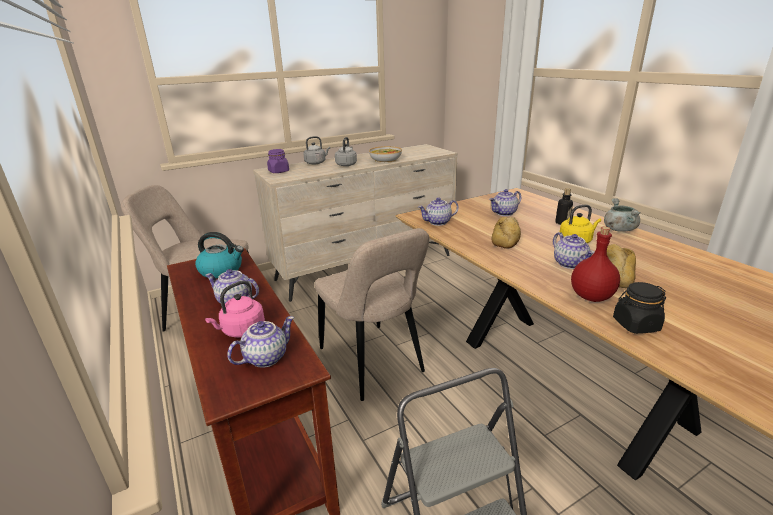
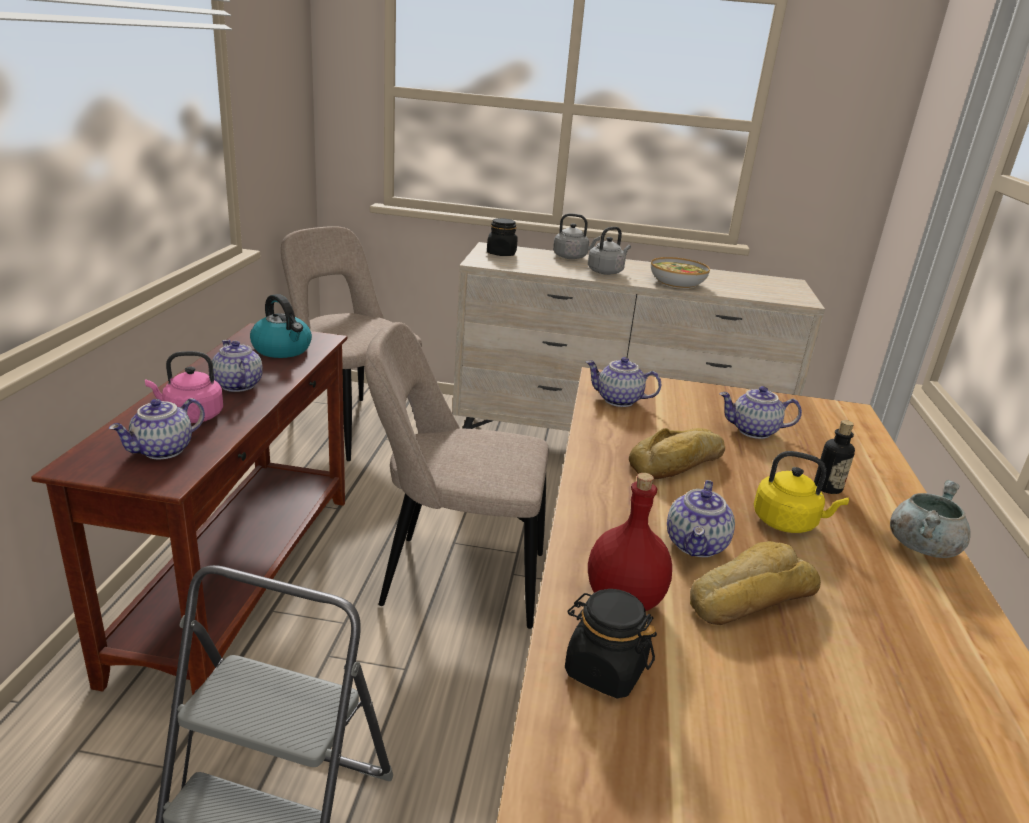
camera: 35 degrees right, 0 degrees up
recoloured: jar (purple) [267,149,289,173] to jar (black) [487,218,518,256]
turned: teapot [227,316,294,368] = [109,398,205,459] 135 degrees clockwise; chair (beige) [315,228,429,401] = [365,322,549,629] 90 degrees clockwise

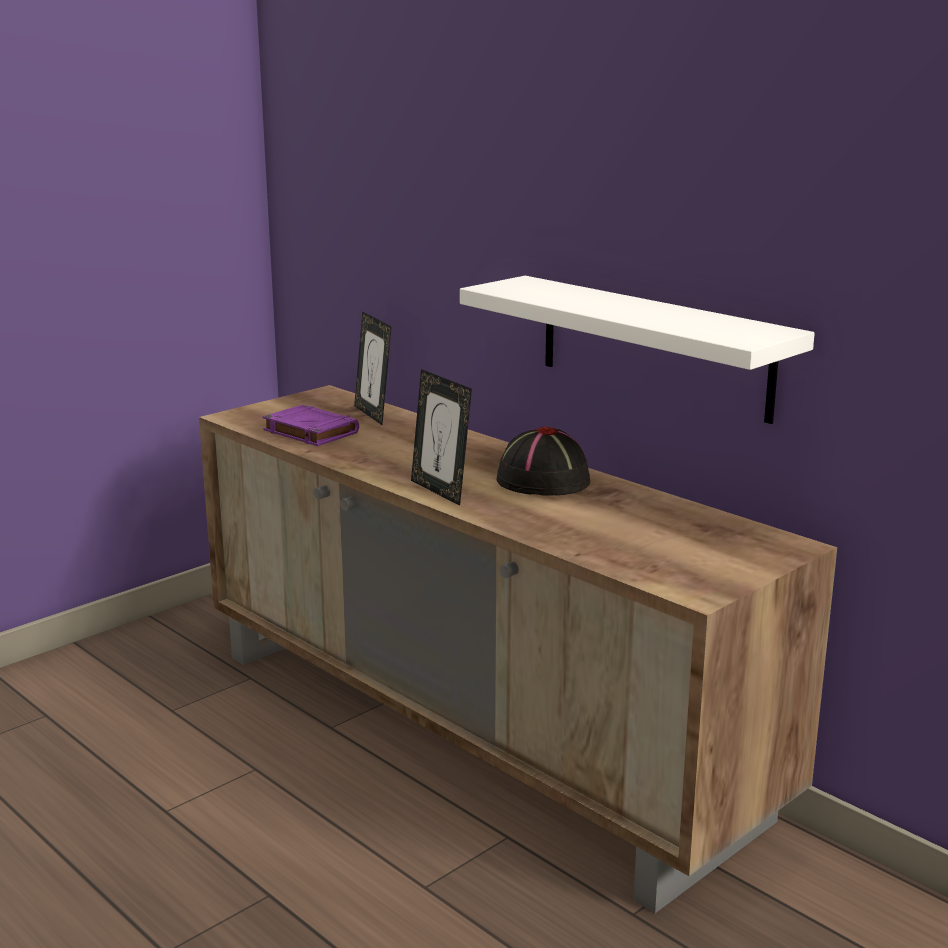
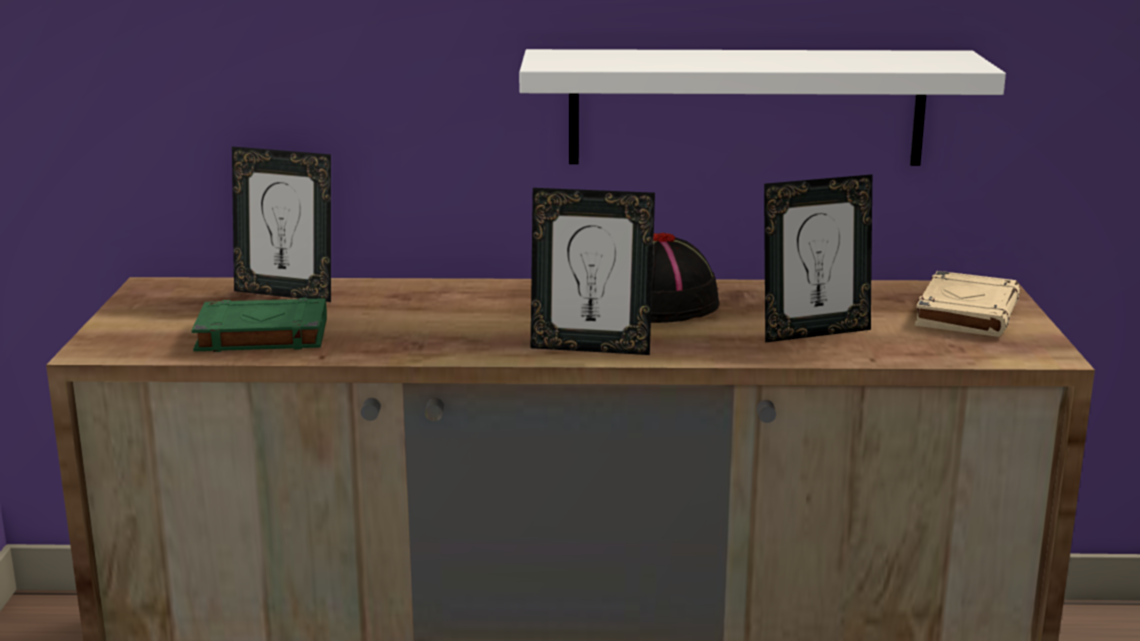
camera: 45 degrees left, 0 degrees up
added: picture frame [764,174,872,343]; book (beige) [915,271,1020,337]
recoloured: book (purple) [263,404,359,446] to book (green) [192,298,327,352]

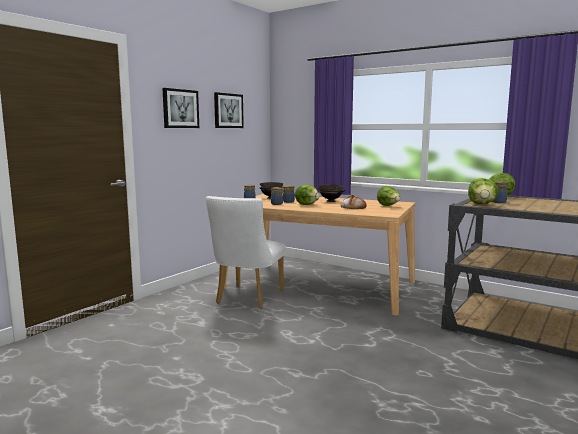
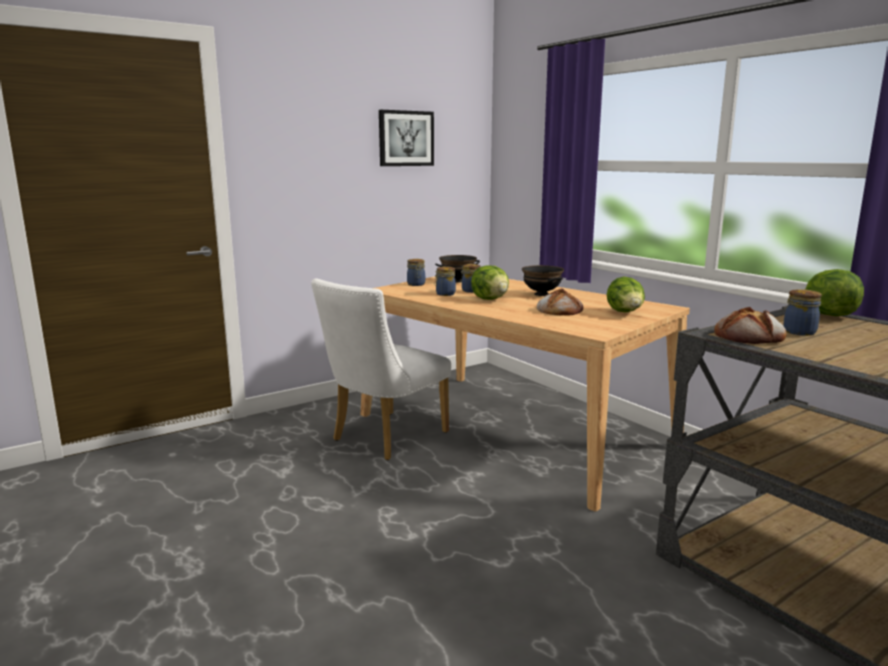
camera: 20 degrees right, 5 degrees up
removed: picture [162,88,199,128]
replaced: lettuce [468,178,498,204] to bread [714,307,787,344]

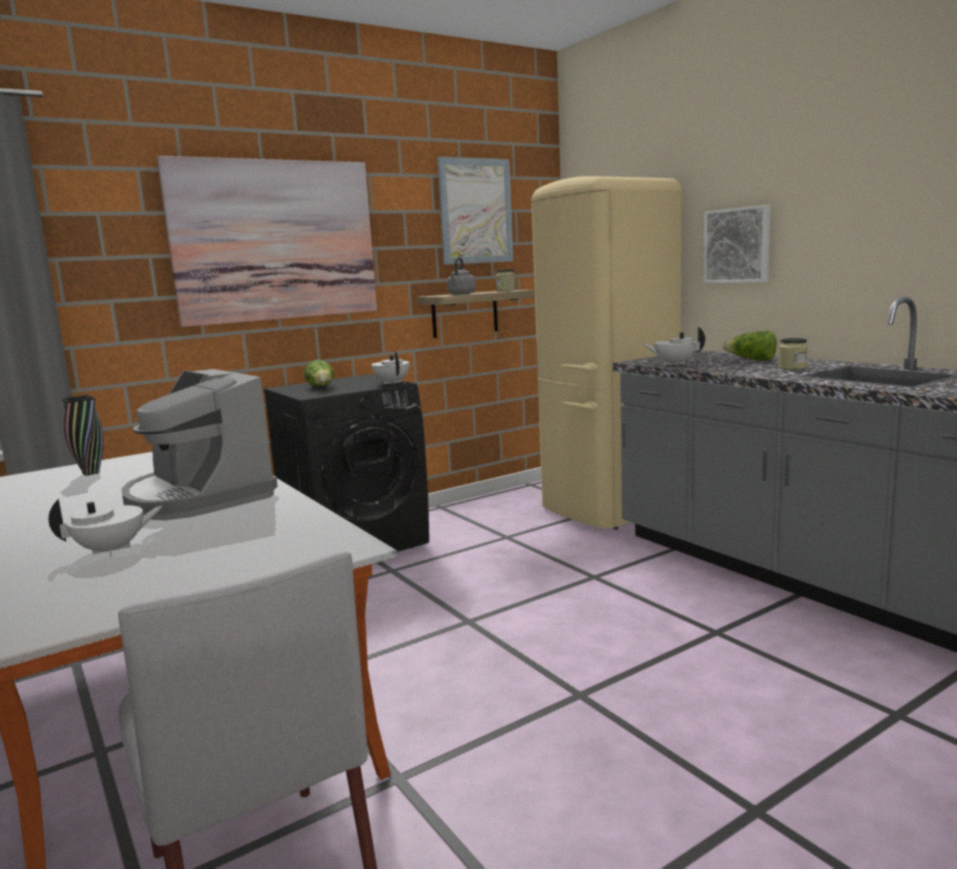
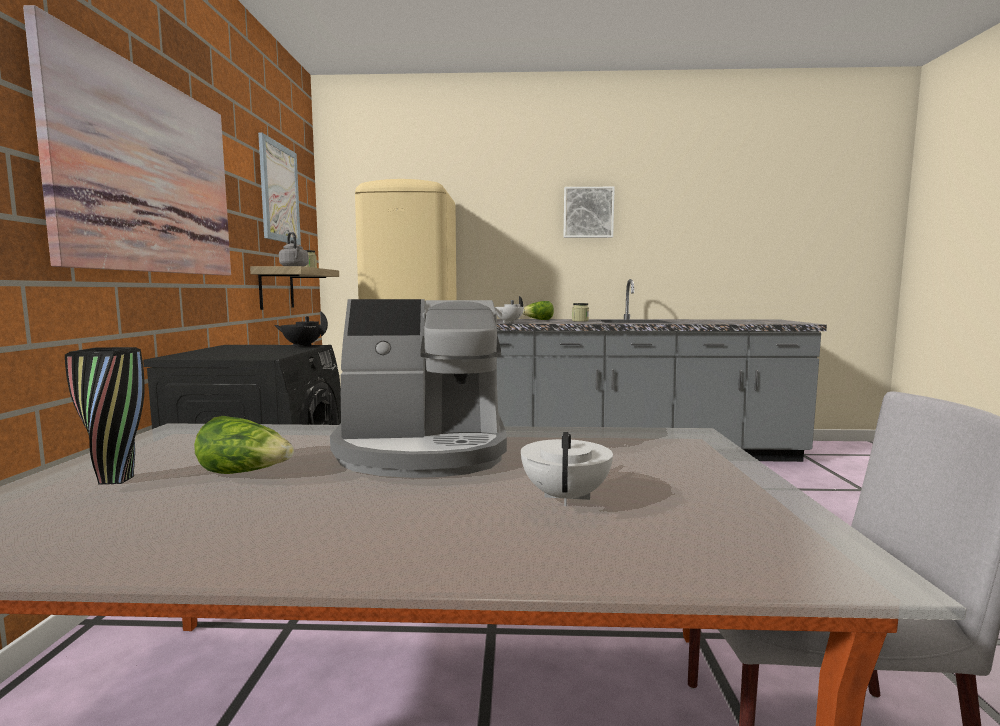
camera: 55 degrees left, 5 degrees down
moved: lettuce [304,360,334,387] to [194,416,294,474]; picture [703,205,771,283] to [563,187,615,238]
recoloured: teapot (white) [371,351,410,384] to teapot (black) [274,311,328,347]

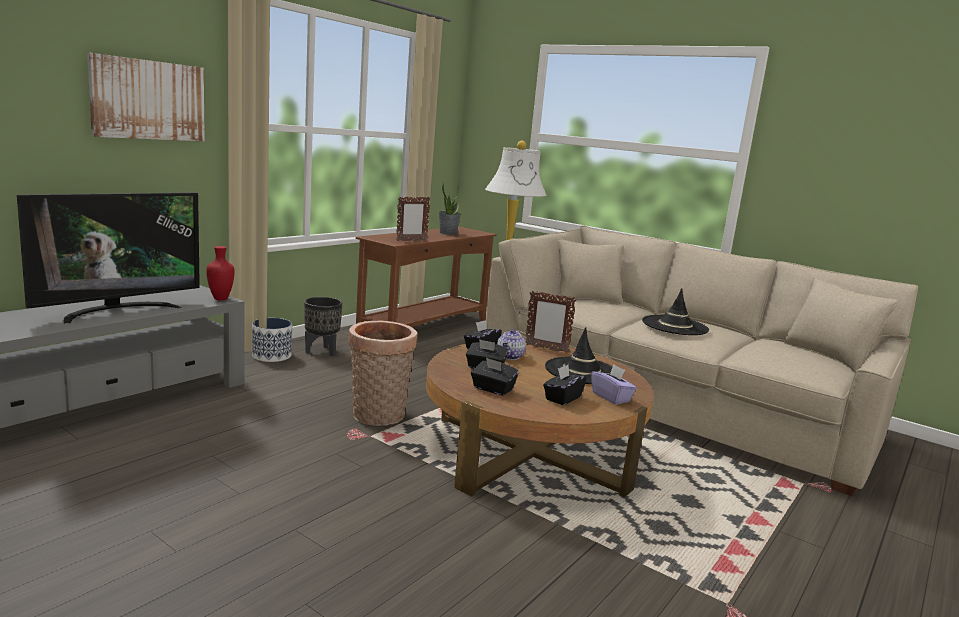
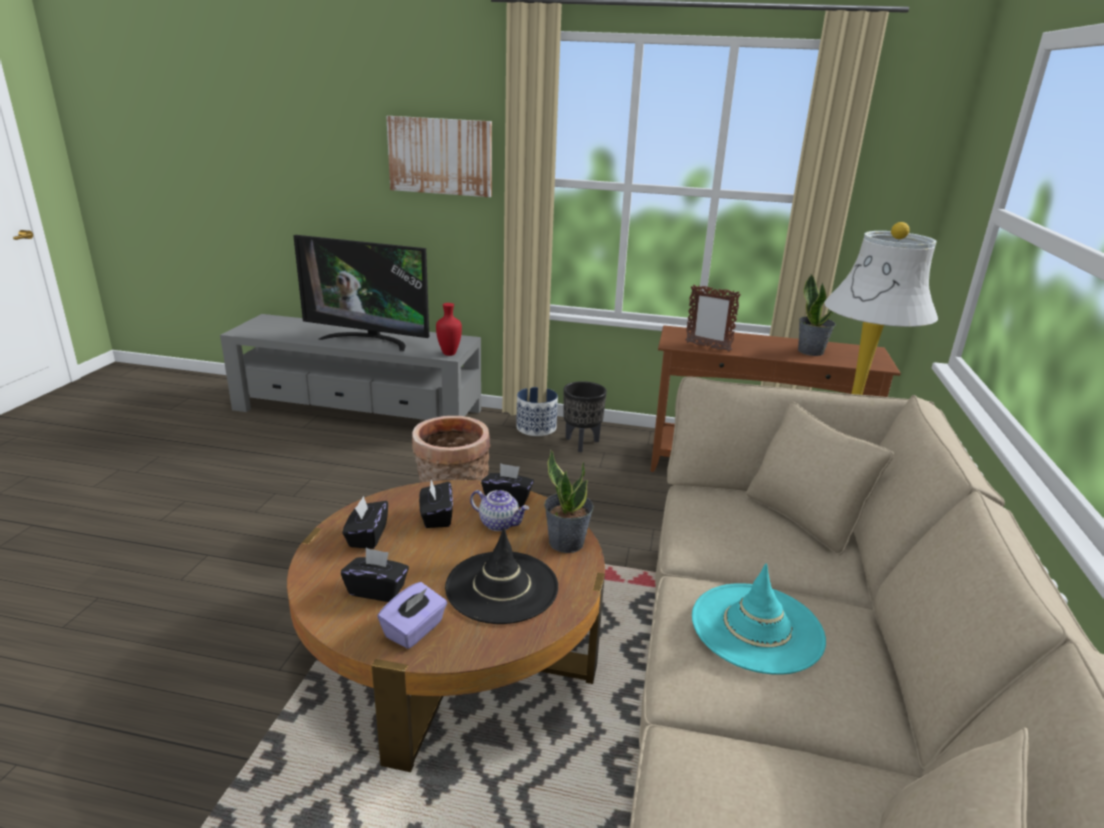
camera: 65 degrees right, 10 degrees up
replaced: picture frame [526,291,576,353] to potted plant [544,449,594,553]
recoloured: hat (black) [642,288,709,335] to hat (turquoise) [692,563,826,675]
turned: teapot [497,329,526,360] = [470,490,529,531] 150 degrees counterclockwise

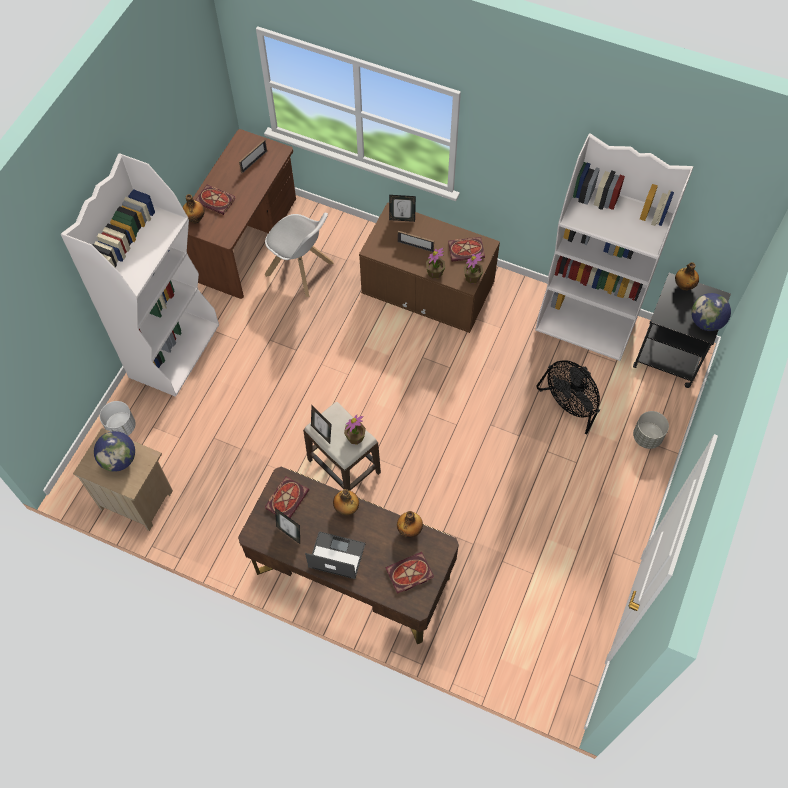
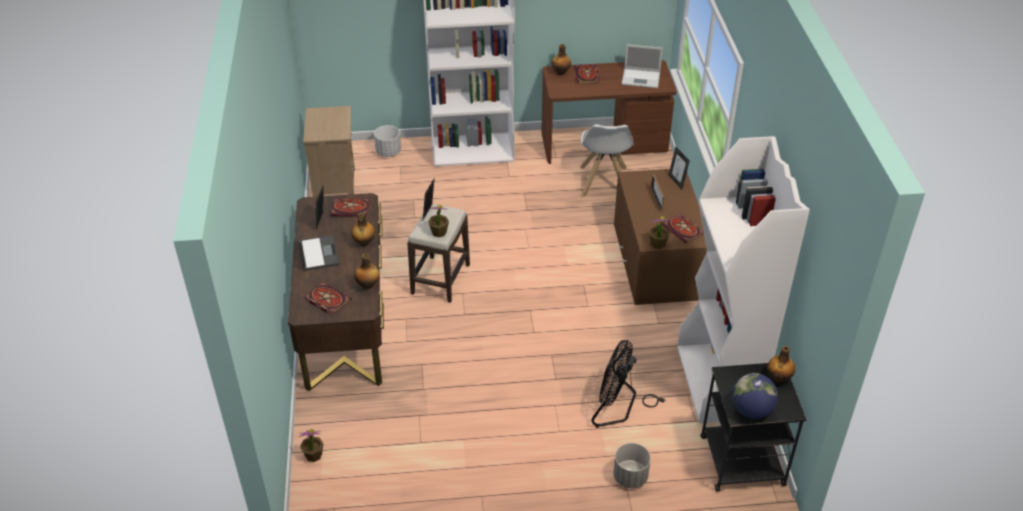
camera: 60 degrees right, 20 degrees down
removed: globe [94,431,135,472]
moved: potted plant [426,248,445,279] to [299,429,323,462]
replaced: picture frame [239,139,267,173] to laptop [621,44,663,88]

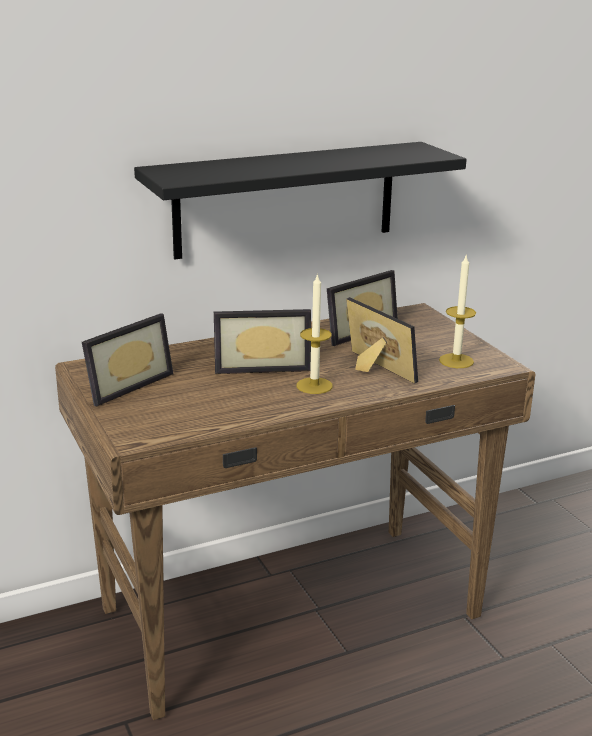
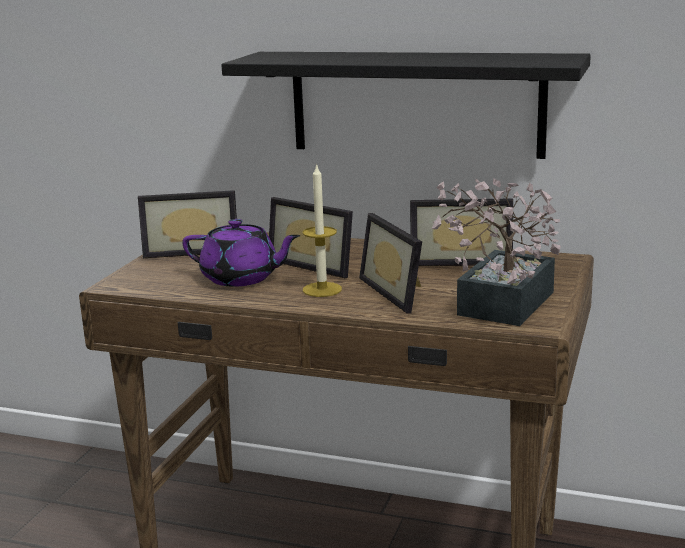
camera: 45 degrees right, 5 degrees down
added: teapot (purple) [182,219,301,287]
replaced: candle [439,256,476,368] to potted plant [432,178,561,326]
turned: picture frame [346,297,418,384] = [359,213,422,314] 150 degrees clockwise

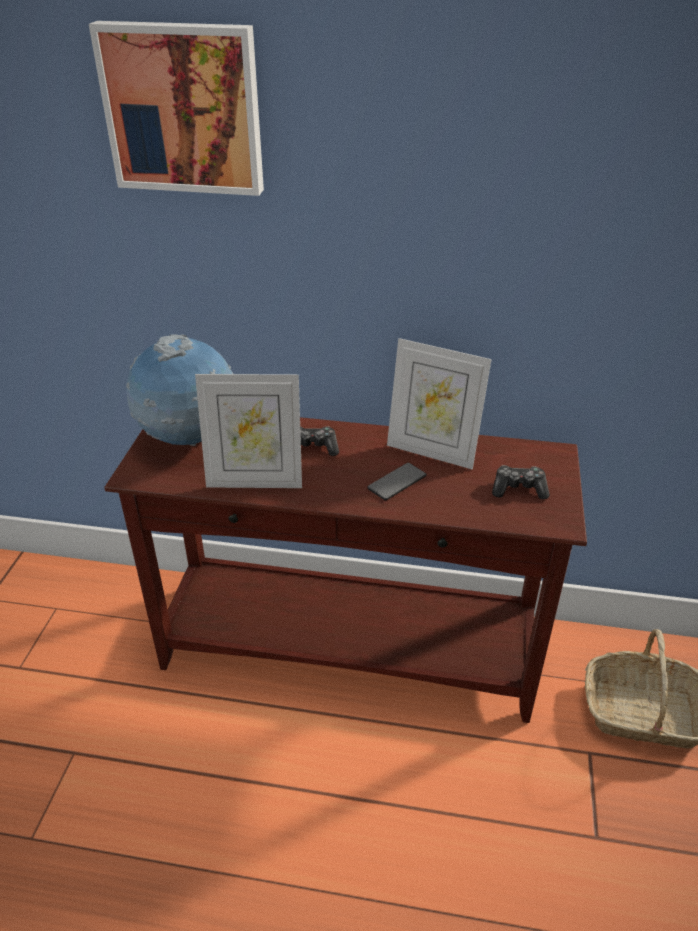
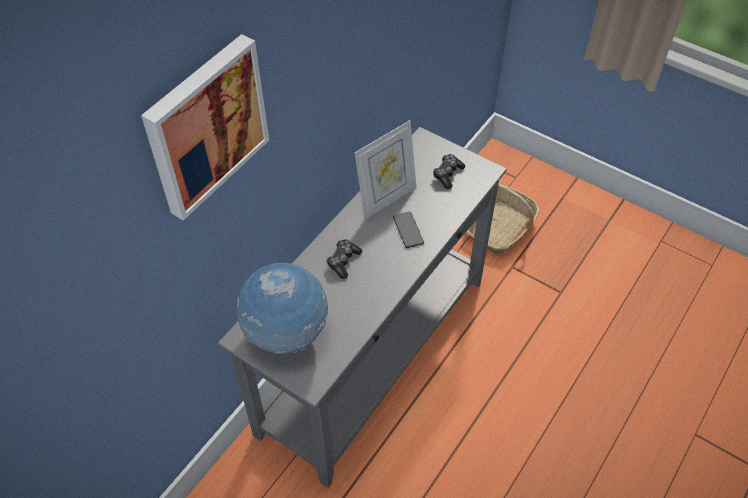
camera: 65 degrees left, 15 degrees up
removed: picture frame [195,374,302,488]
recoloured: console table (brown) [104,417,587,723] to console table (grey) [218,127,507,488]

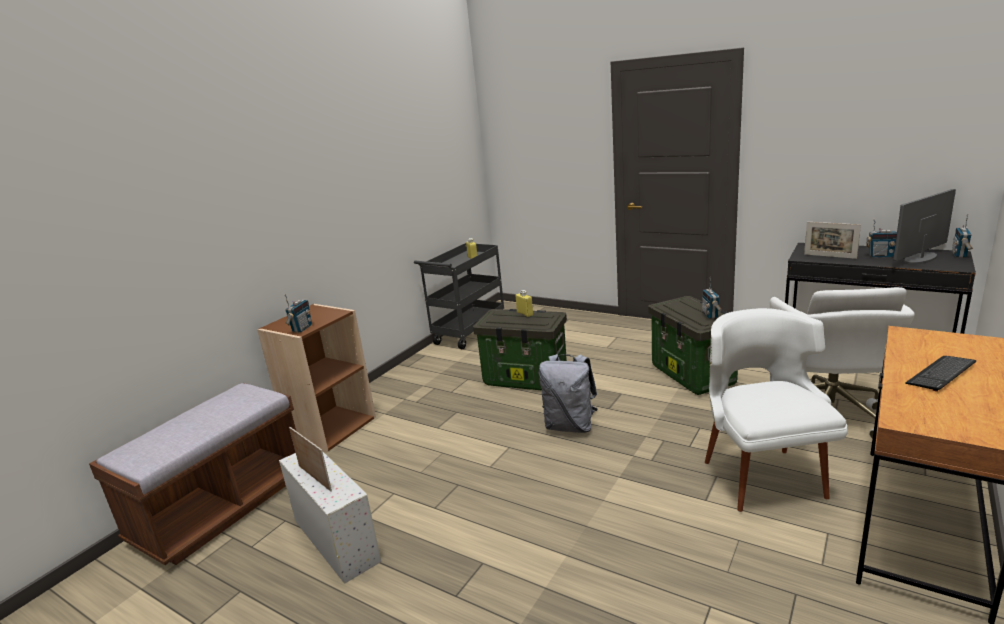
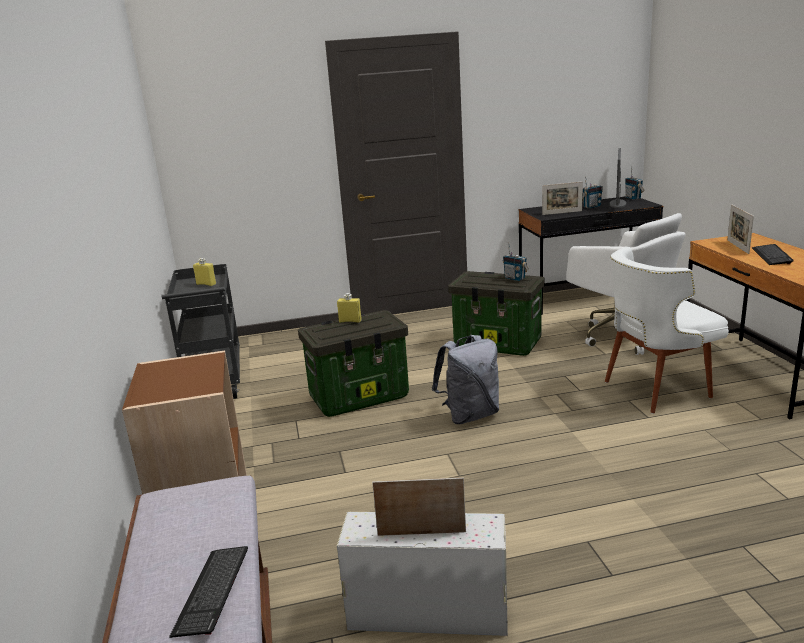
camera: 45 degrees left, 0 degrees up
removed: radio [284,294,312,333]
added: keyboard [169,546,248,638]; picture frame [728,204,754,254]
turned: chair (white) [705,308,848,512] = [605,247,729,414] 60 degrees counterclockwise

